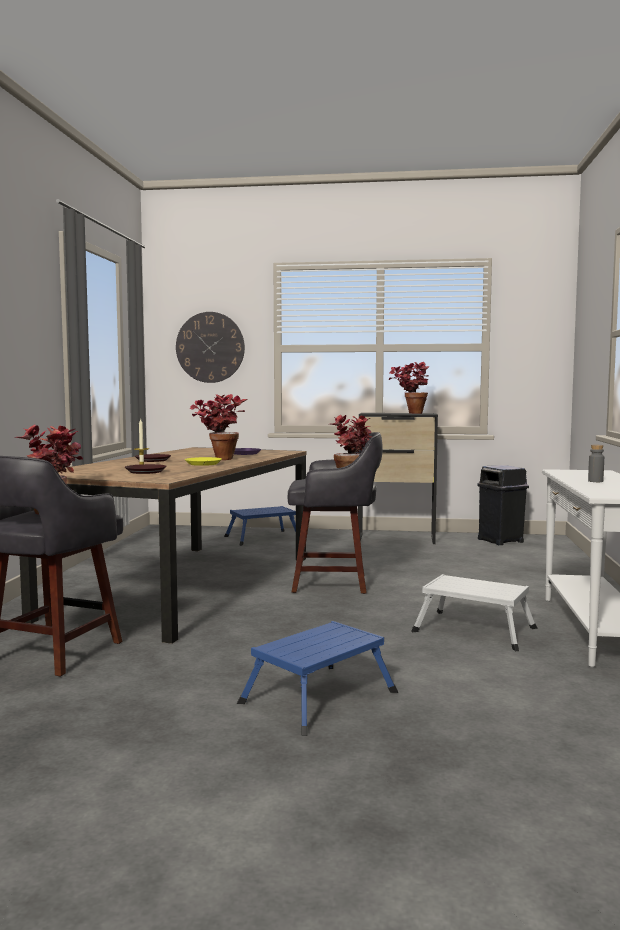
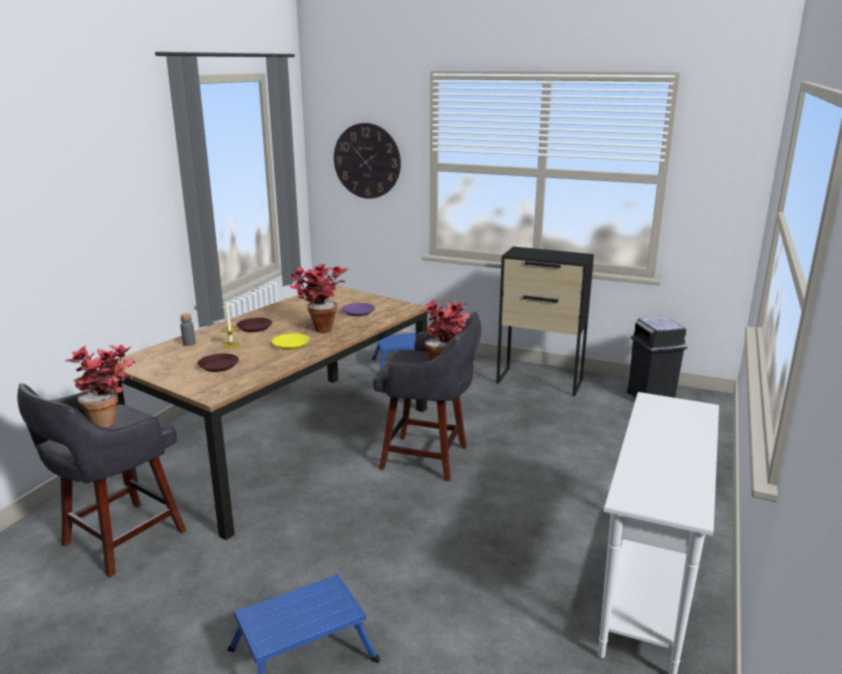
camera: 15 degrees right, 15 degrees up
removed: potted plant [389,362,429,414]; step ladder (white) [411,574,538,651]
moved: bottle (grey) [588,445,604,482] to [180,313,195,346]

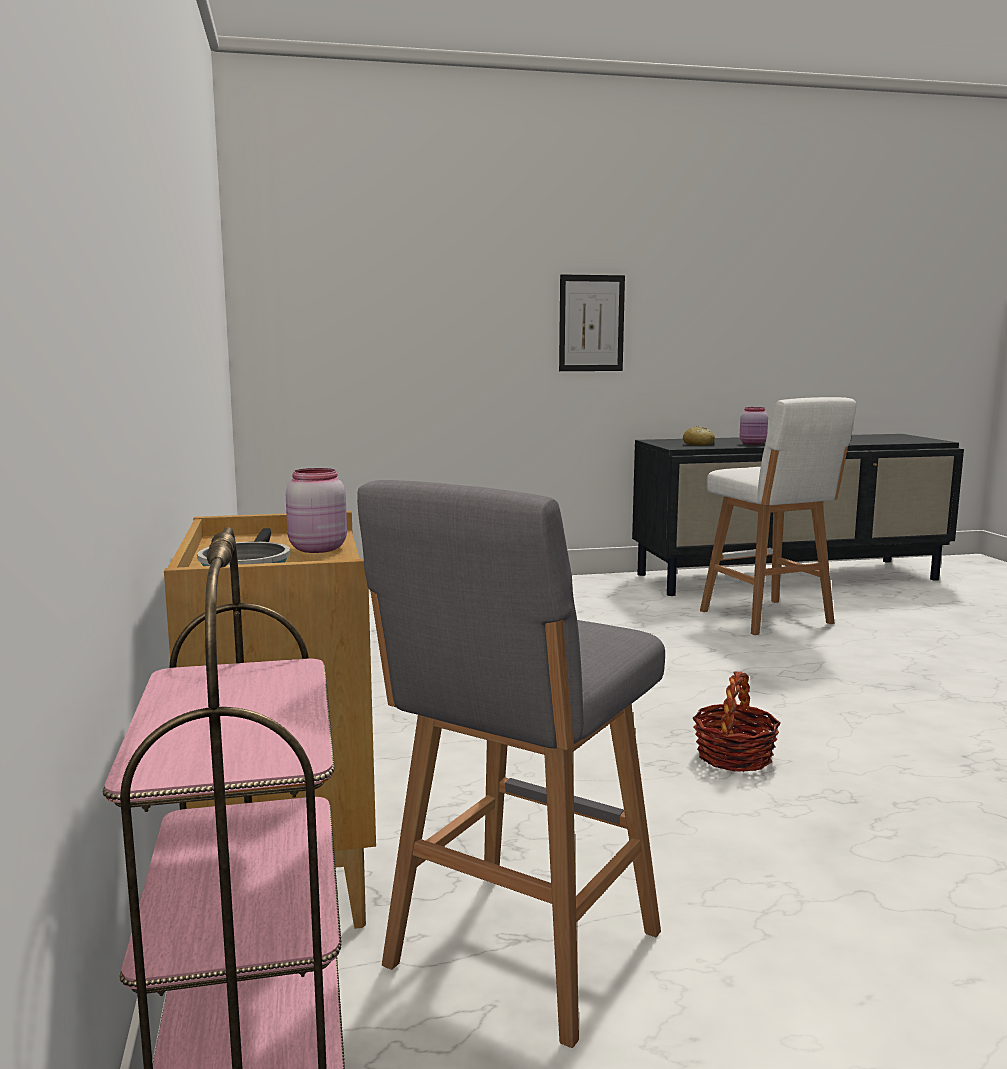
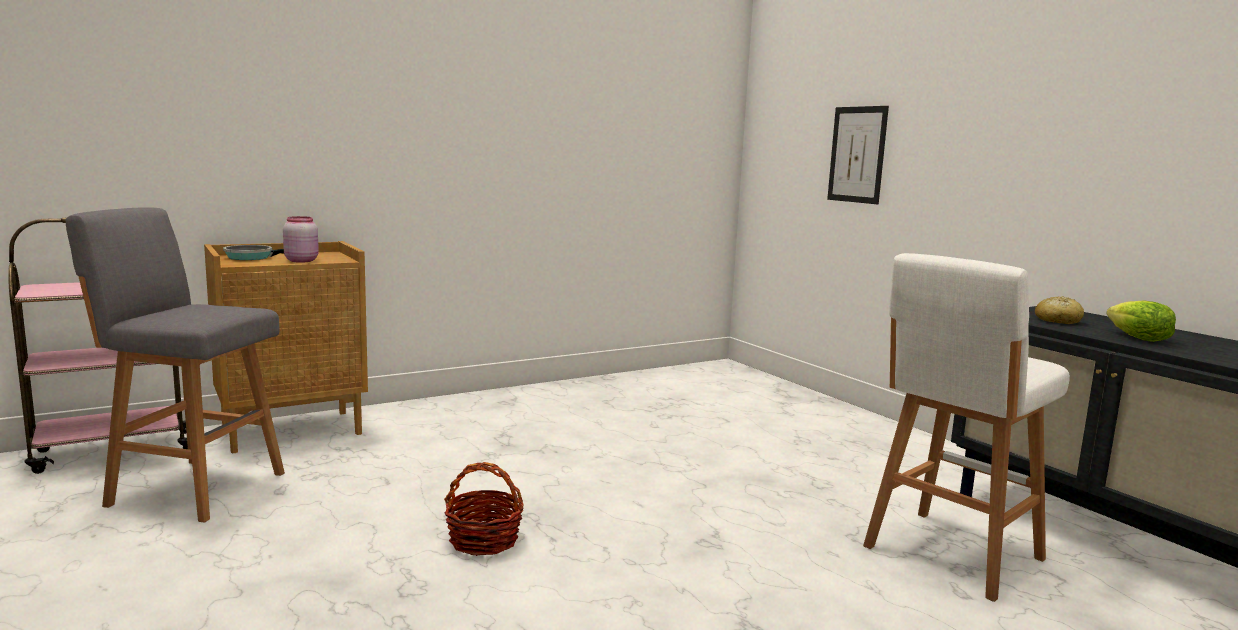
camera: 70 degrees right, 0 degrees up
moved: picture [559,274,625,371] to [827,106,889,204]
replaced: jar (pink) [740,407,768,445] to lettuce [1106,300,1176,342]

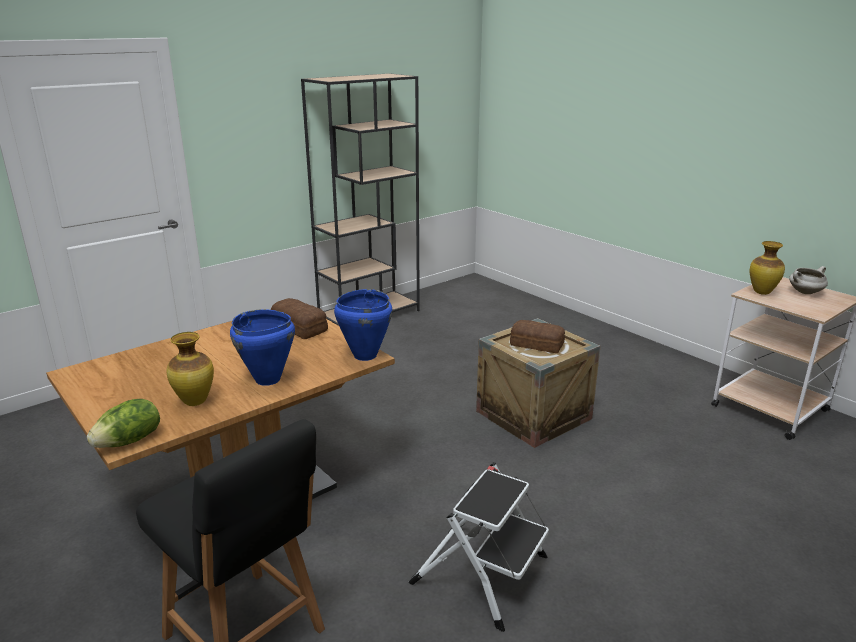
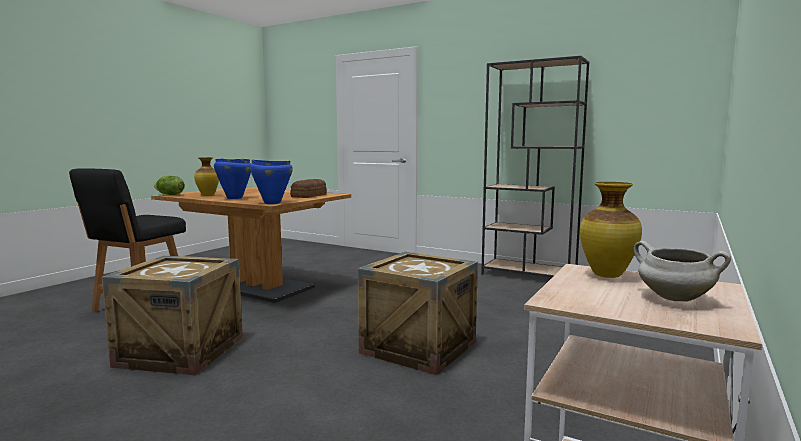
camera: 70 degrees right, 15 degrees down
removed: bread [510,320,565,353]
replaced: step ladder [408,462,549,632] to crate [102,255,243,375]

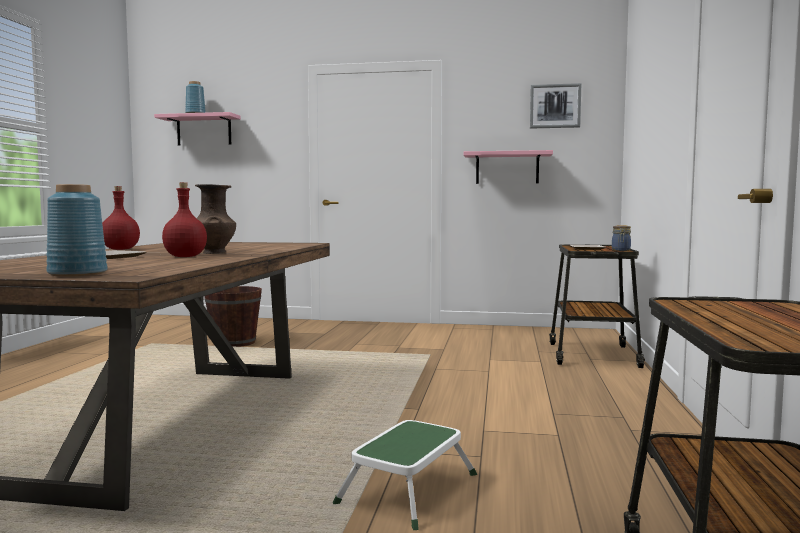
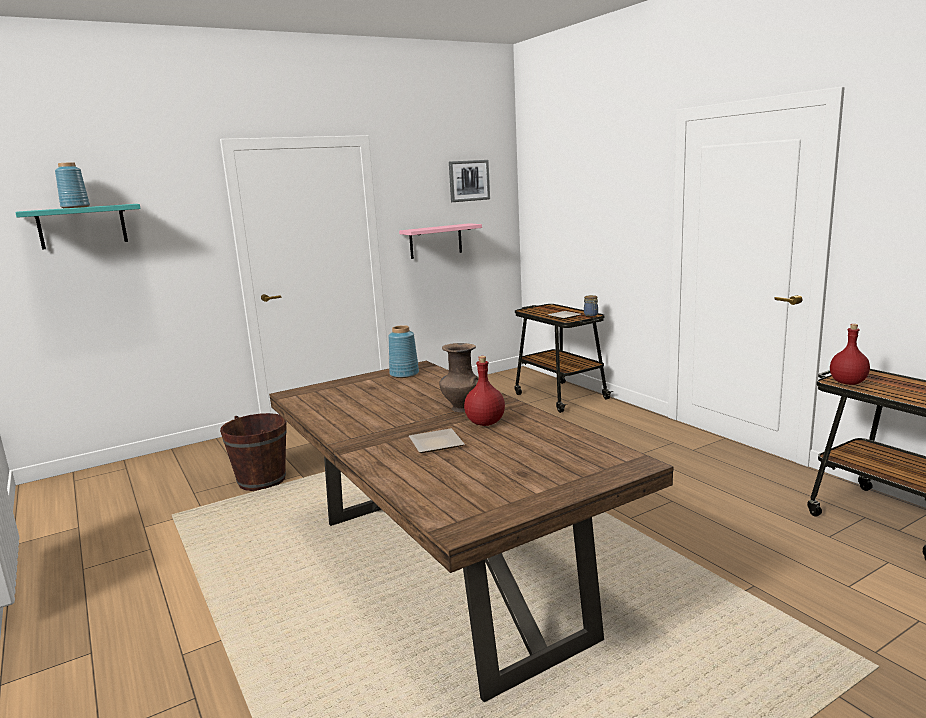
camera: 40 degrees left, 10 degrees up
removed: step ladder (green) [333,420,477,530]
moved: vase (blue) [46,184,108,277] to [388,325,419,378]; bottle (red) [102,186,140,250] to [830,324,870,385]
recoloured: shelf (pink) [154,112,241,146] to shelf (turquoise) [15,204,141,250]

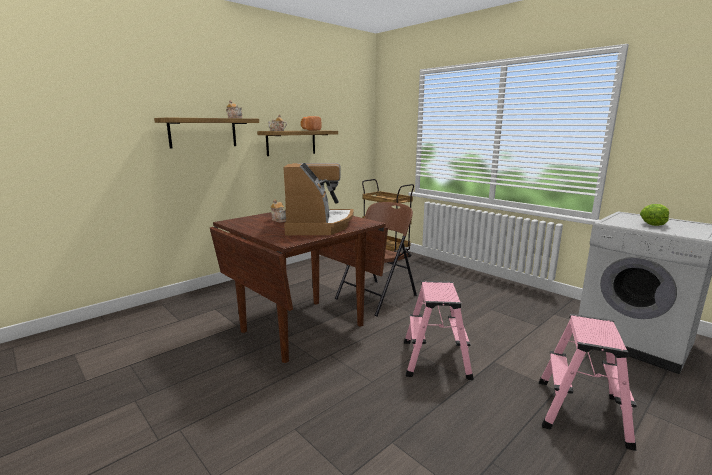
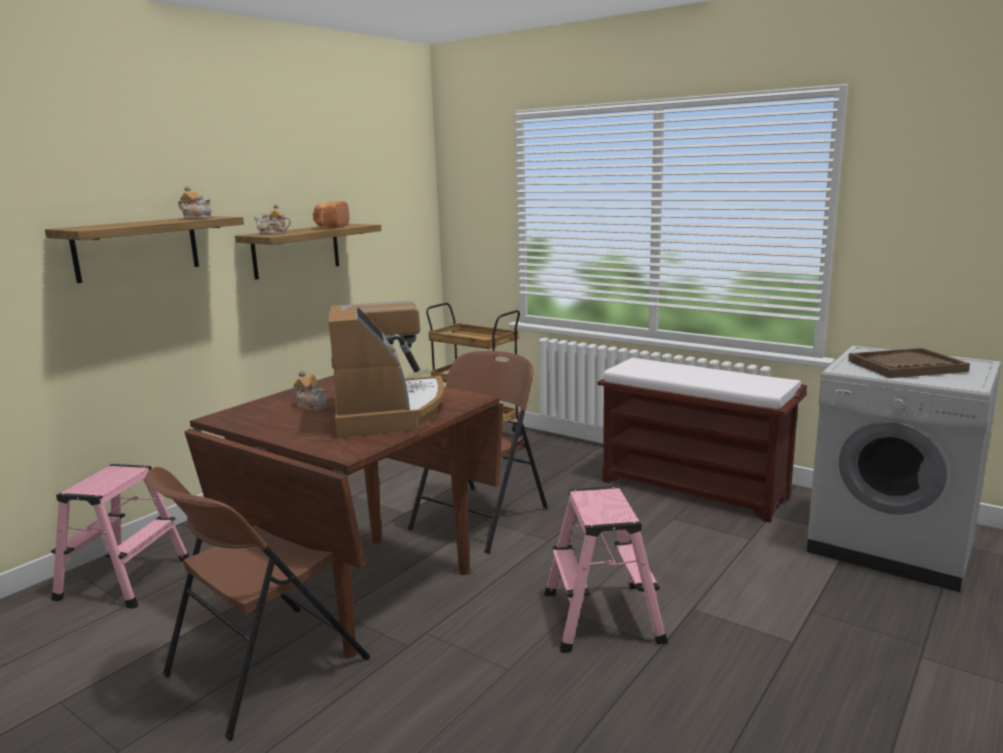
camera: 10 degrees left, 0 degrees up
added: chair (brown) [145,467,370,741]; bench (brown) [598,358,807,523]
moved: step ladder (pink) [539,314,637,451] to [51,464,190,609]
replaced: lettuce [640,204,669,226] to tray (brown) [848,348,970,378]

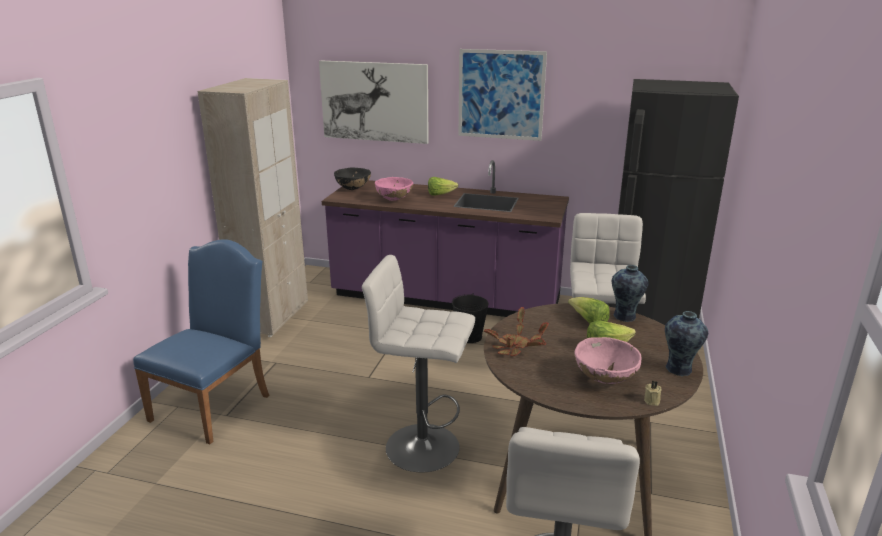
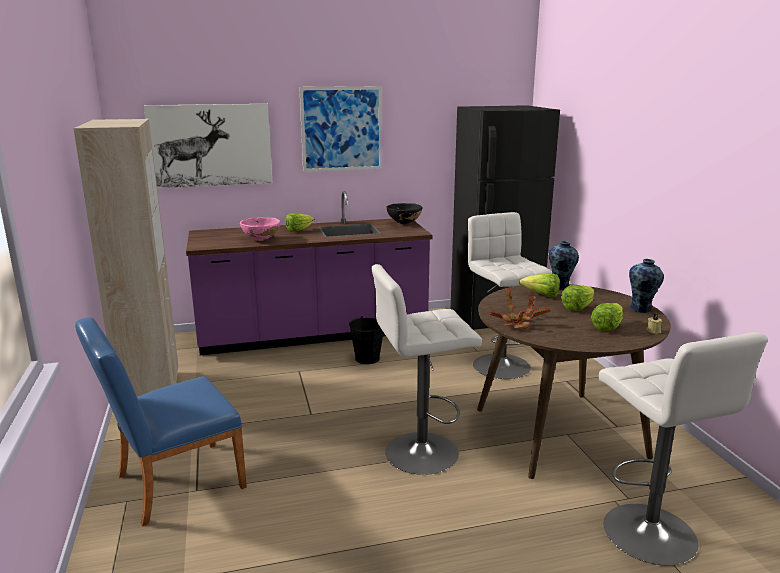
camera: 30 degrees left, 5 degrees down
moved: bowl (black) [334,167,371,190] to [386,203,422,224]
replaced: bowl (pink) [574,337,641,384] to lettuce [591,303,623,331]
turned: chair (blue) [133,239,270,444] = [75,317,247,527] 120 degrees counterclockwise

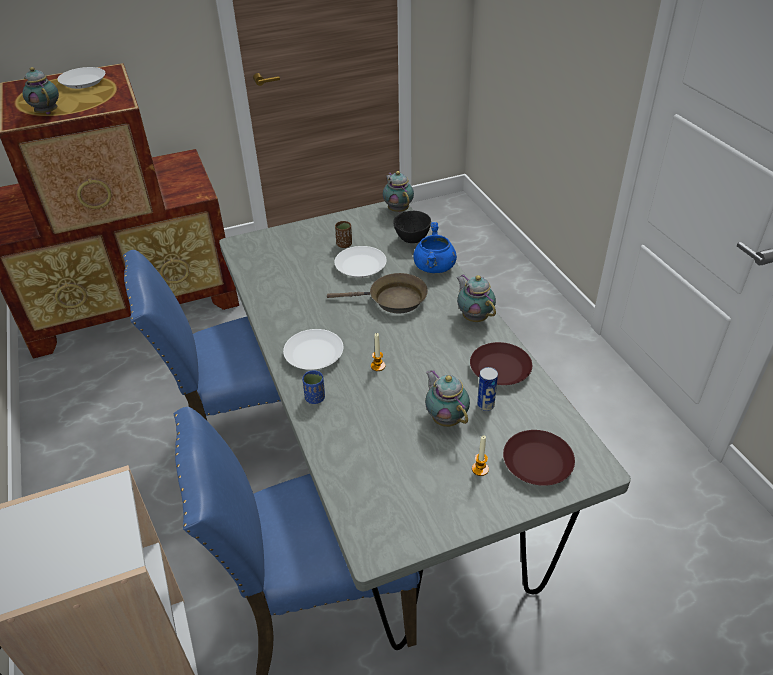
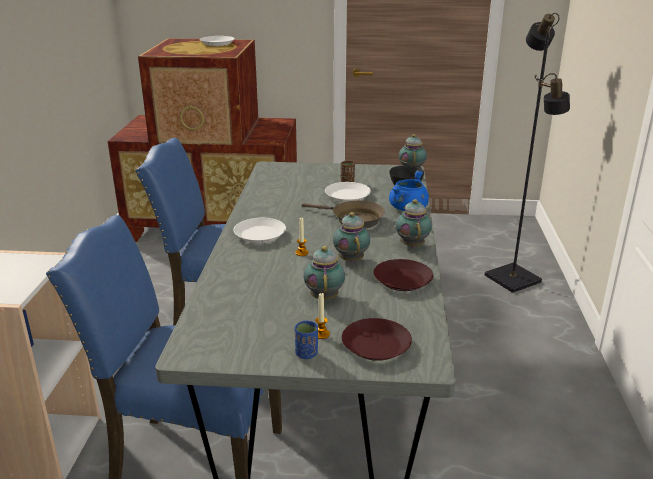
camera: 25 degrees right, 15 degrees down
removed: can [477,367,498,411]
added: floor lamp (black) [485,13,570,293]
moved: cup (blue) [302,370,325,404] to [295,320,318,359]; teapot [23,67,59,115] to [333,212,370,262]

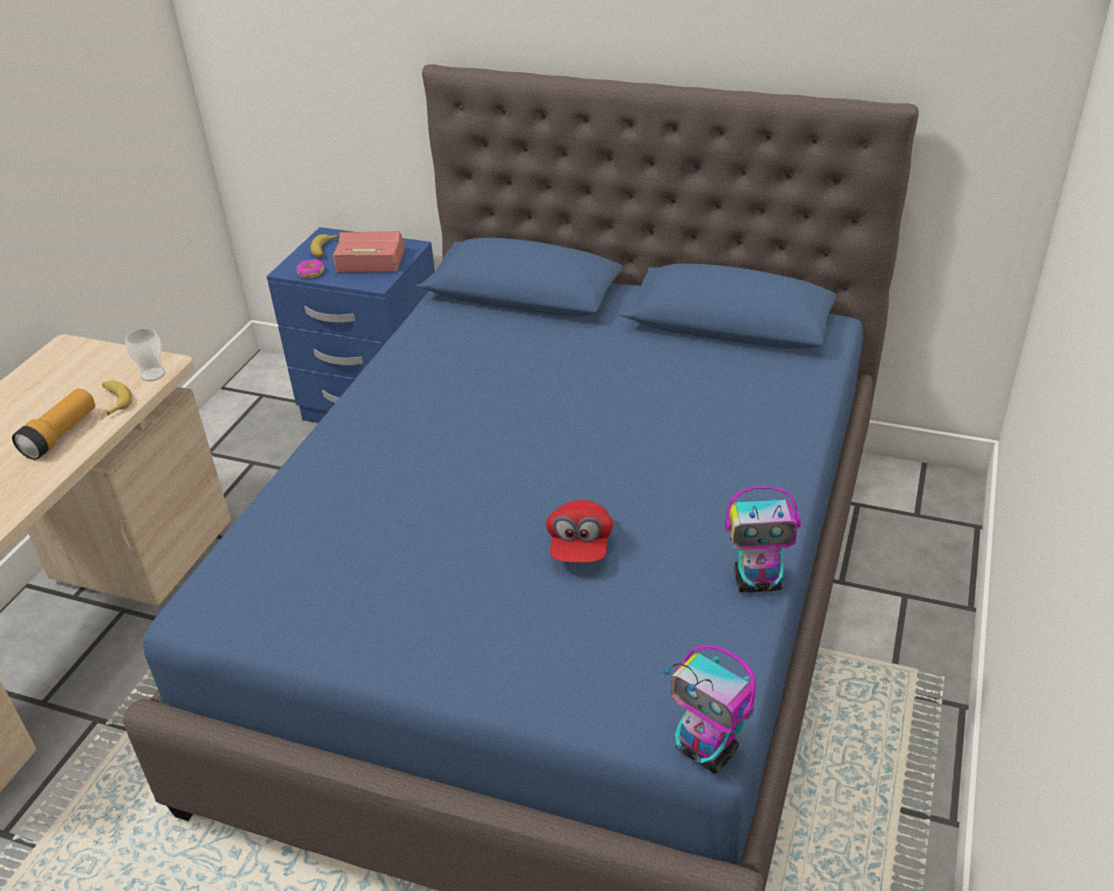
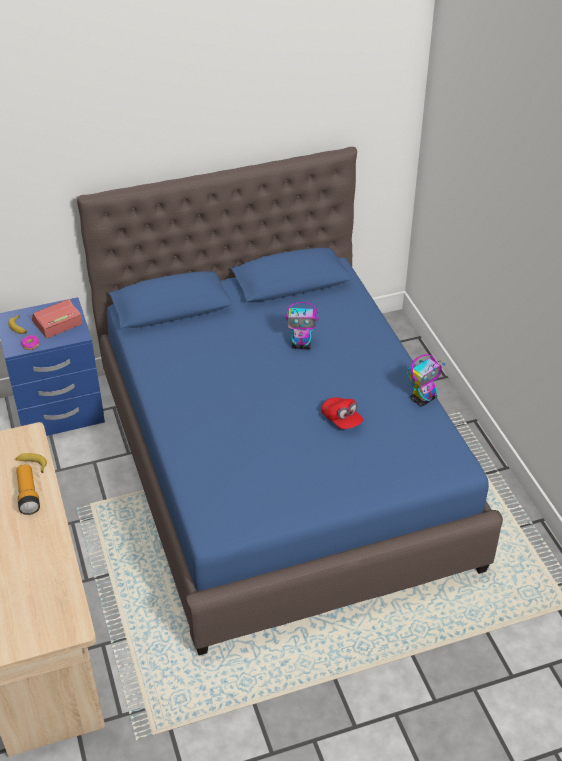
camera: 40 degrees left, 5 degrees up
removed: cup [125,328,165,381]
moved: toy robot [663,645,757,773] to [286,302,319,349]

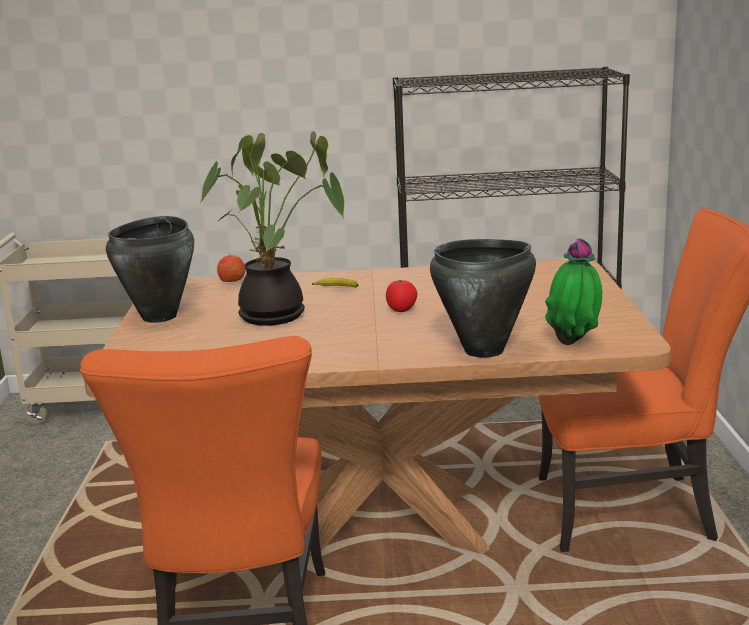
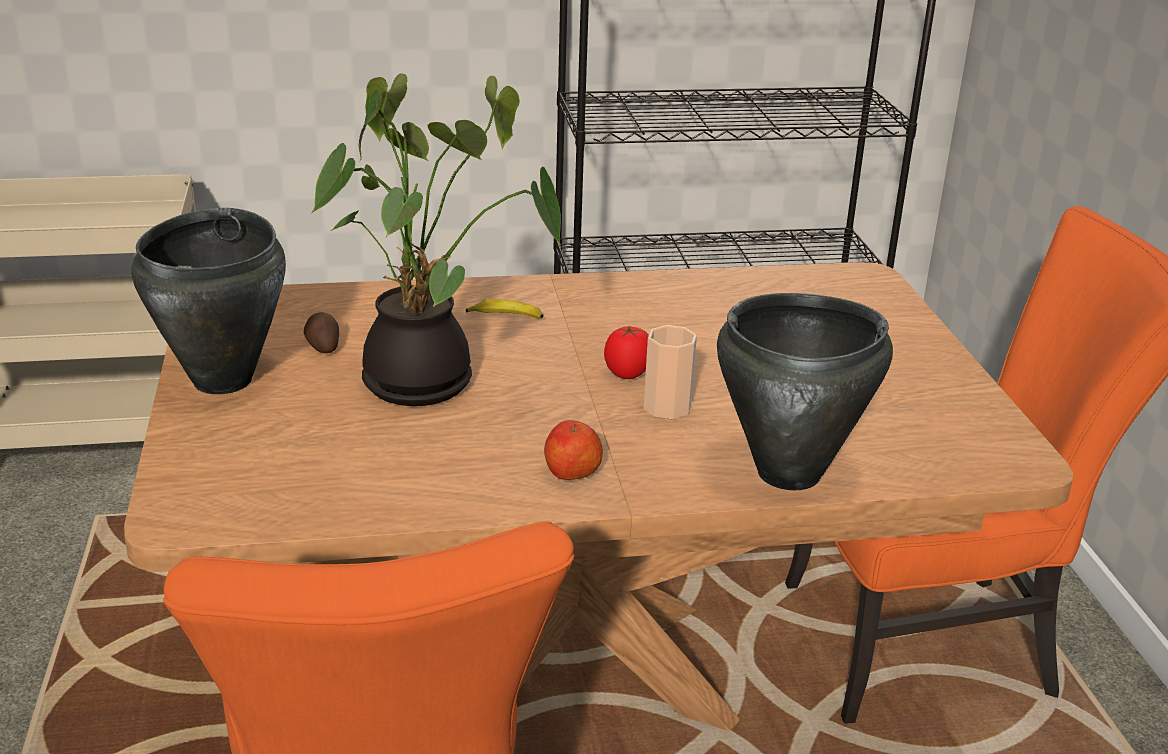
camera: 10 degrees left, 10 degrees up
removed: potted plant [545,238,602,345]
added: potato [304,312,339,353]; cup [643,325,697,419]
moved: apple [217,253,245,282] to [544,420,603,480]

